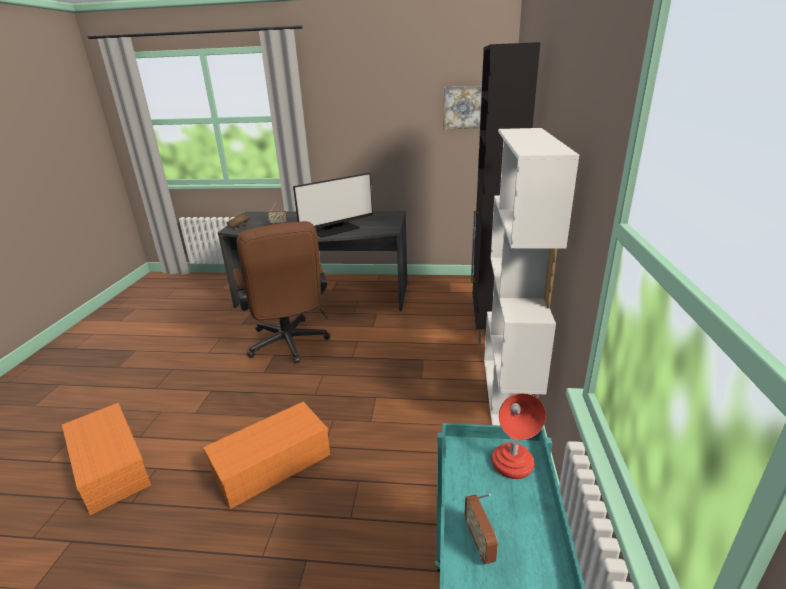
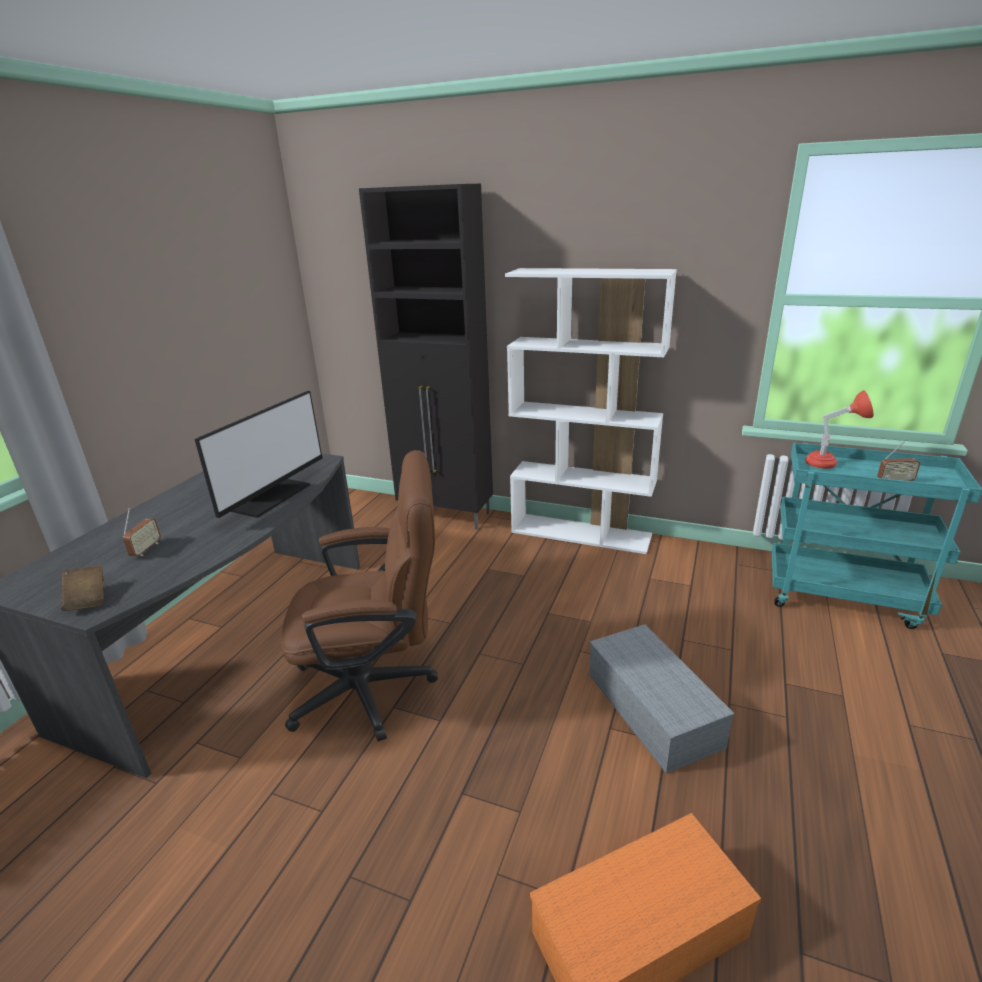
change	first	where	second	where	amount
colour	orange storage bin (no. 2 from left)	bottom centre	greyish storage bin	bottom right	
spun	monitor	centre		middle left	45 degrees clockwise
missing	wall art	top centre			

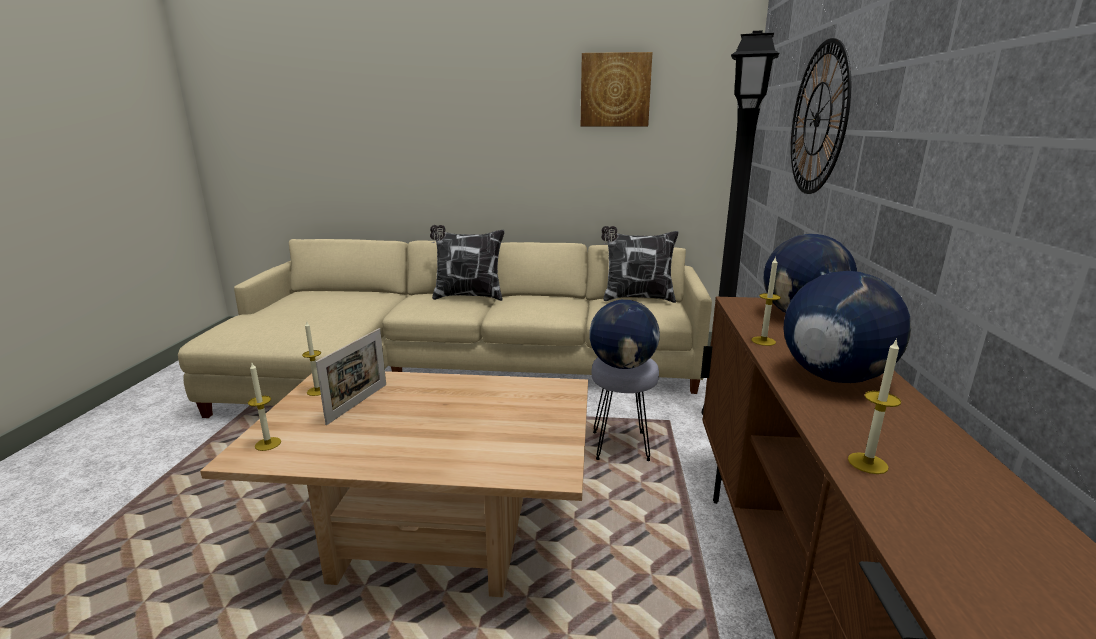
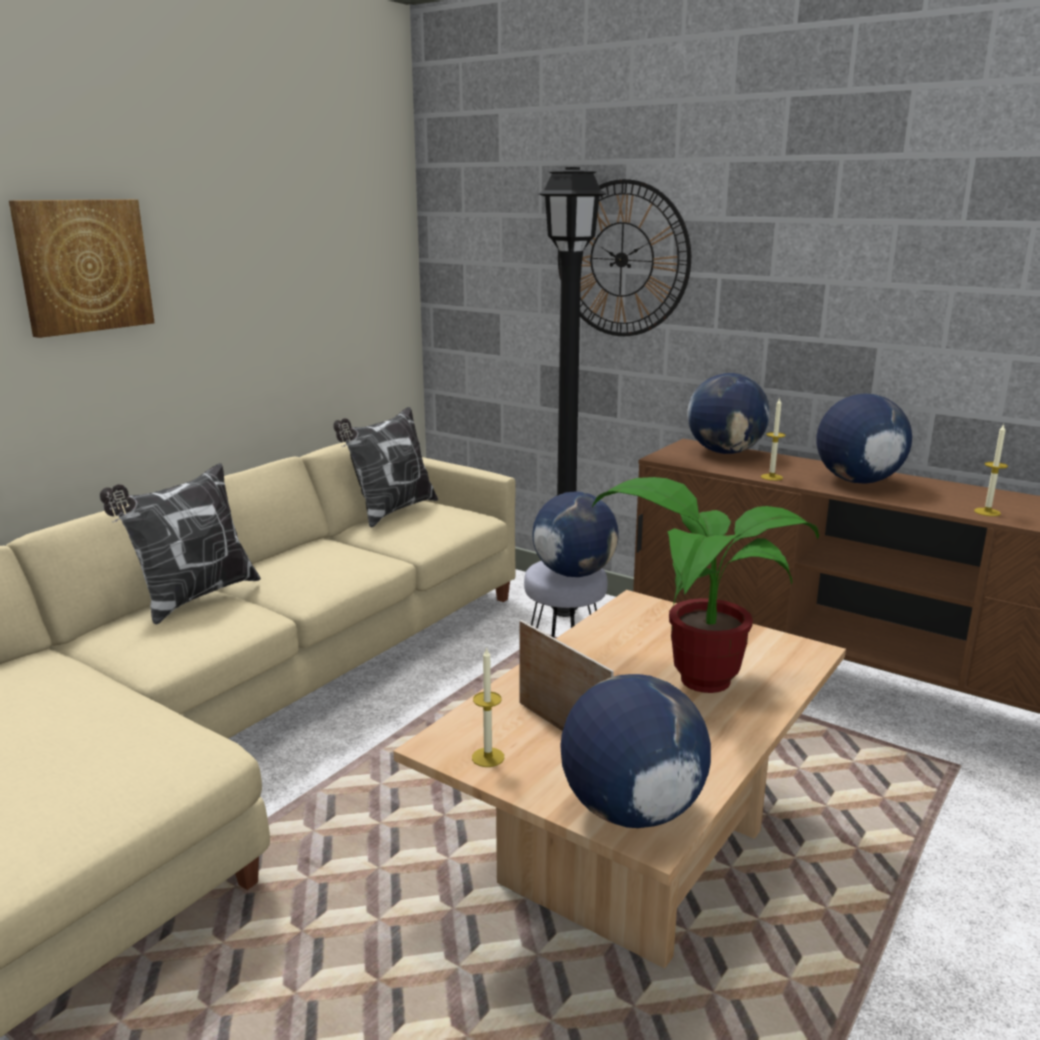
change	first	where	second	where	amount
exchanged	wax candle (no. 1 from left)	middle left	globe (no. 2 from left)	bottom centre	
relocated	wall art	top centre		top left	
appeared			potted plant	middle right	

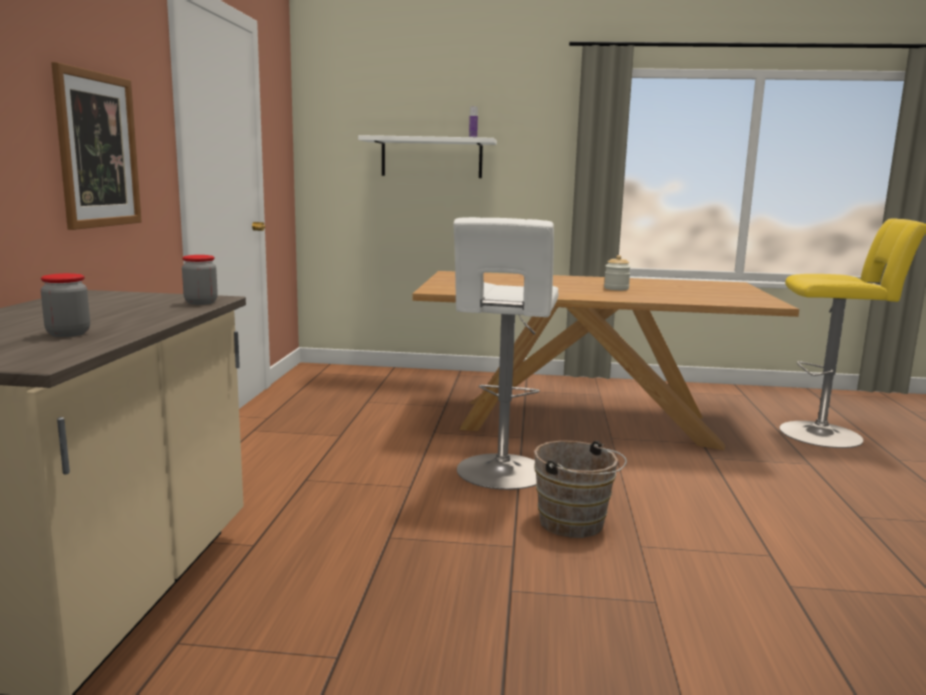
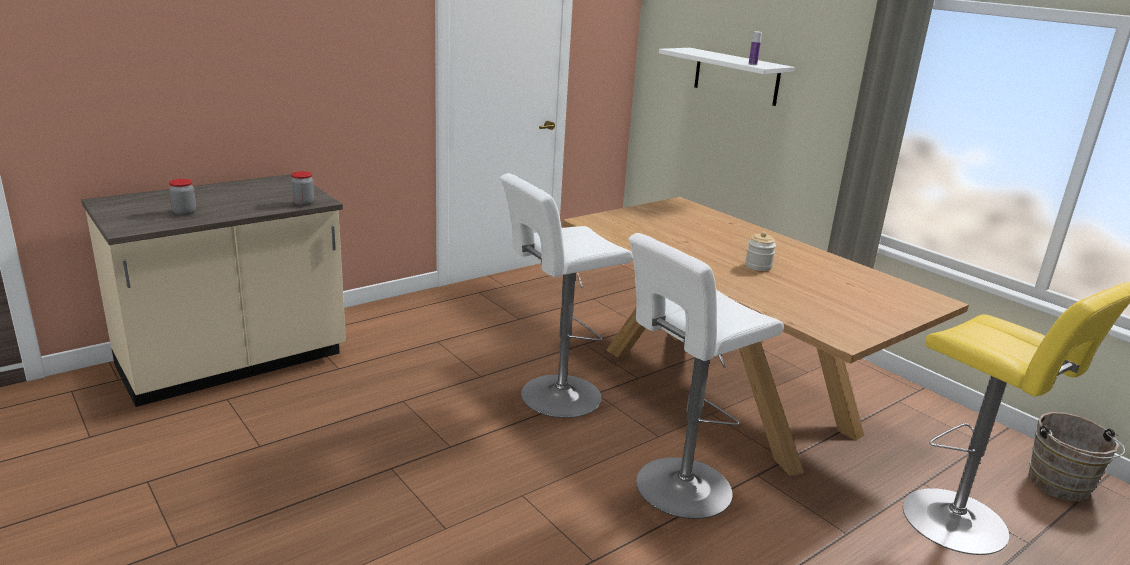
change	first	where	second	where	amount
missing	wall art	top left			
relocated	brown pail	bottom centre		bottom right	
appeared			white-coloured sitting stool (no. 2 from left)	centre	

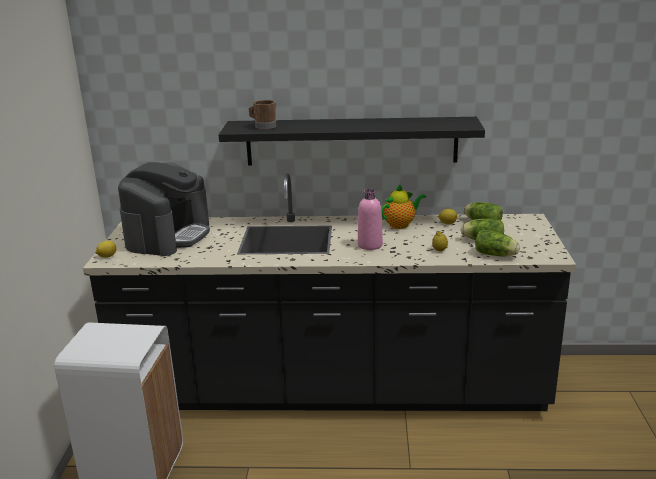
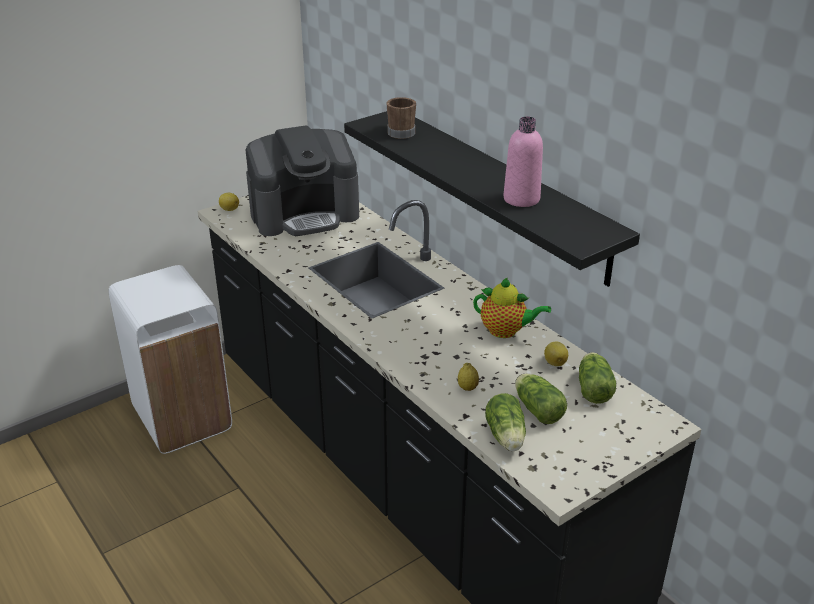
change	first	where	second	where	amount
relocated	pink bottle	centre		top centre	

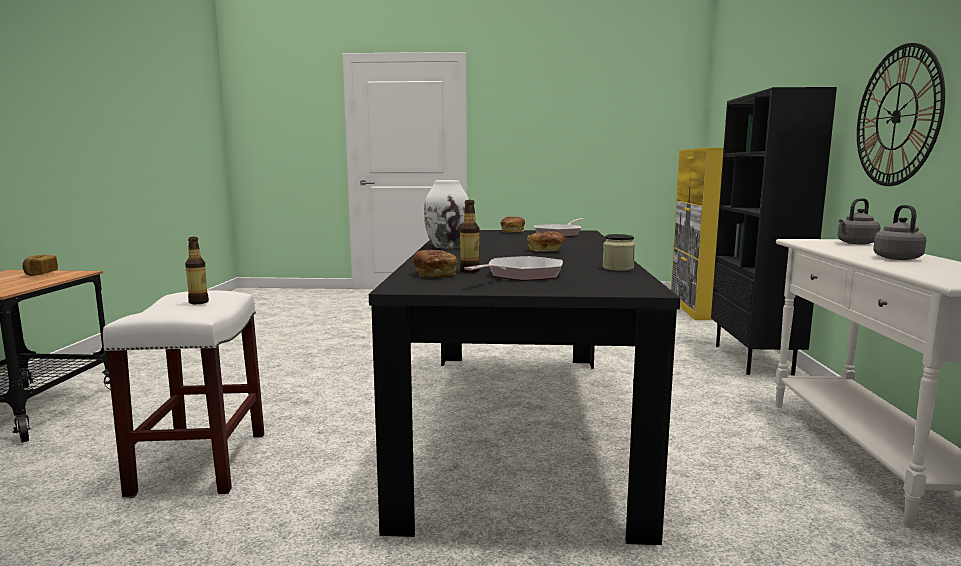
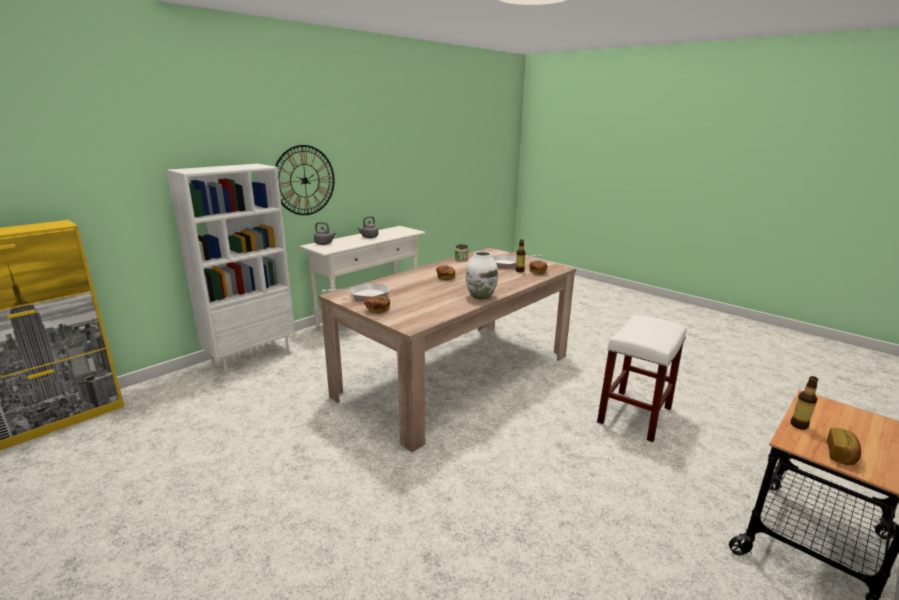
change	first	where	second	where	amount
relocated	bottle (no. 1 from left in the first image)	middle left	bottle (no. 2 from left)	bottom right	
colour	black kitchen table	bottom centre	beige kitchen table	centre	
colour	black shelving unit	middle right	white-coloured shelving unit	middle left	

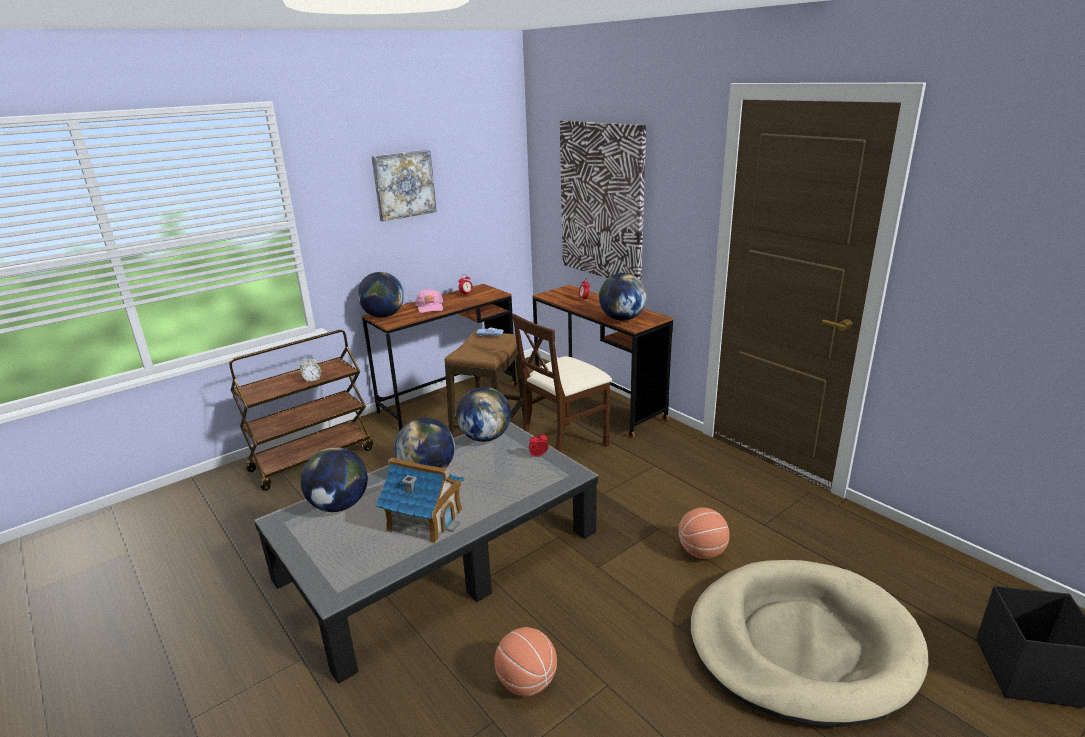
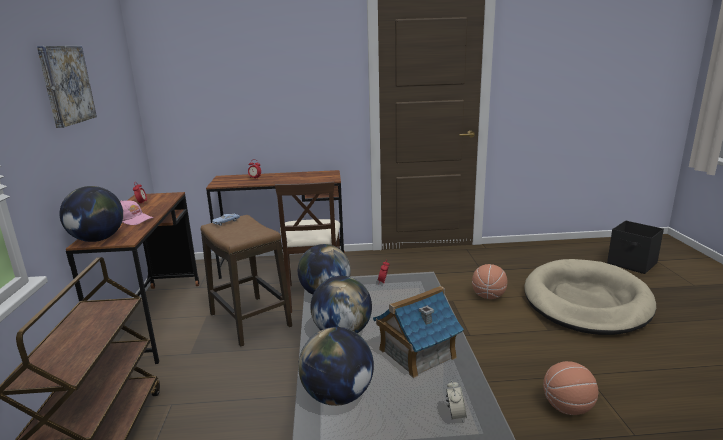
change	first	where	second	where	amount
relocated	alarm clock (no. 1 from left in the first image)	middle left	alarm clock (no. 4 from left)	bottom centre	
missing	wall art (no. 2 from left)	top centre			
missing	globe (no. 5 from left)	centre			

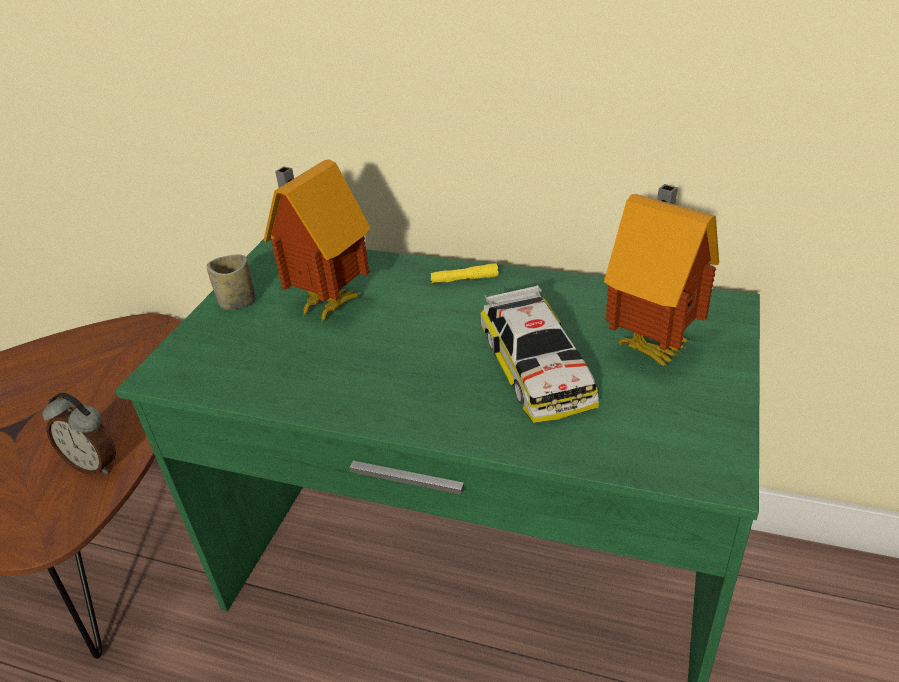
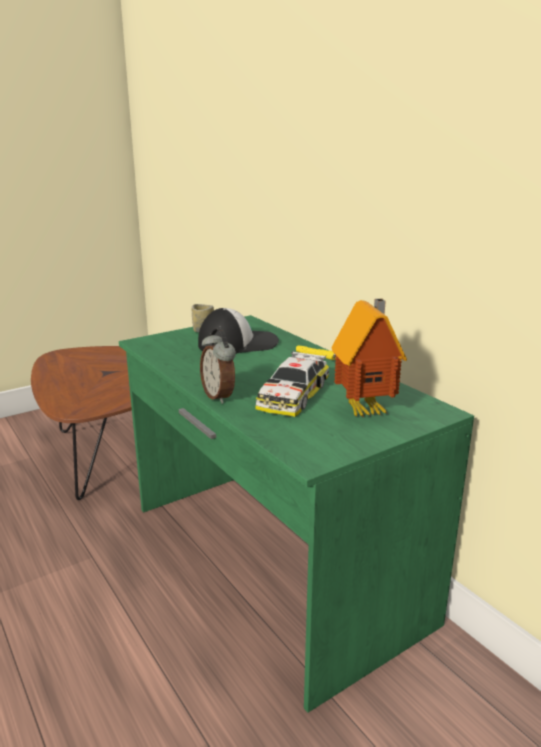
change	first	where	second	where	amount
relocated	alarm clock	middle left		centre	
exchanged	model house (no. 1 from left)	centre	peaked cap	centre	

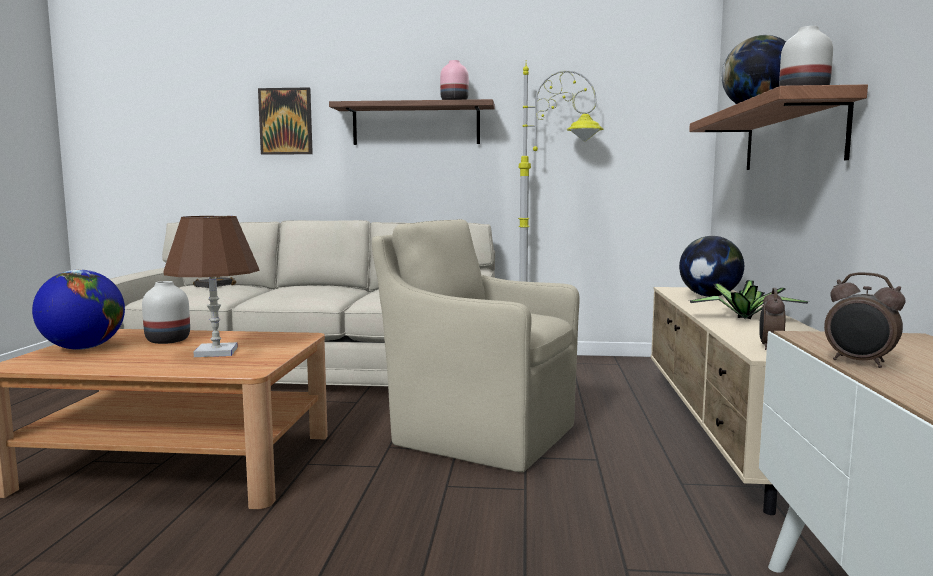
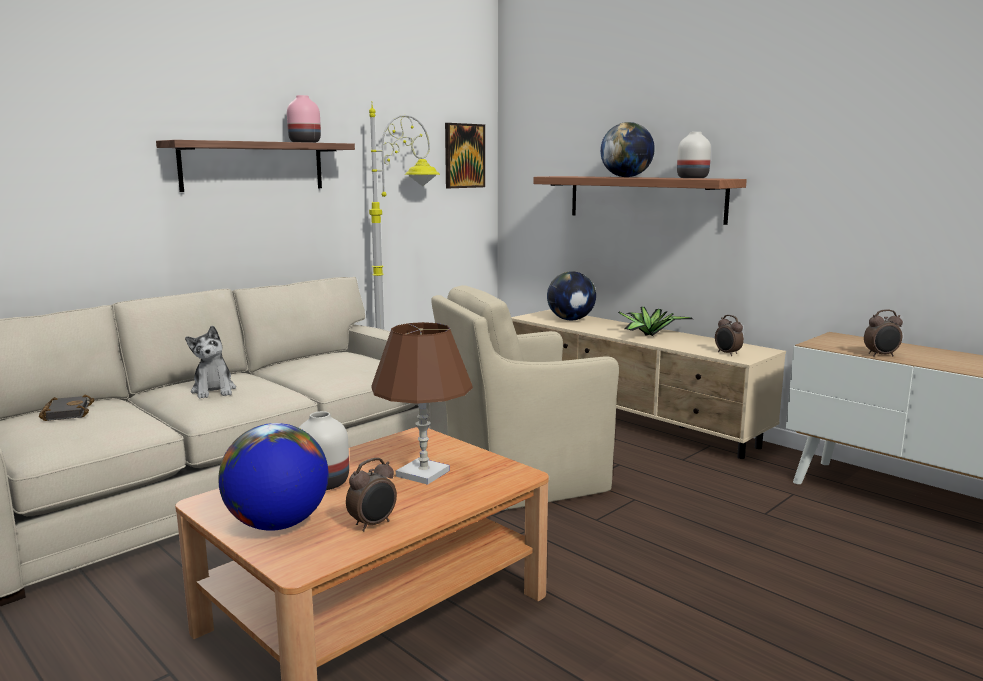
change	first	where	second	where	amount
relocated	wall art	top left		top centre	
appeared			cuddly toy	middle left	
appeared			alarm clock (no. 1 from left)	bottom centre	

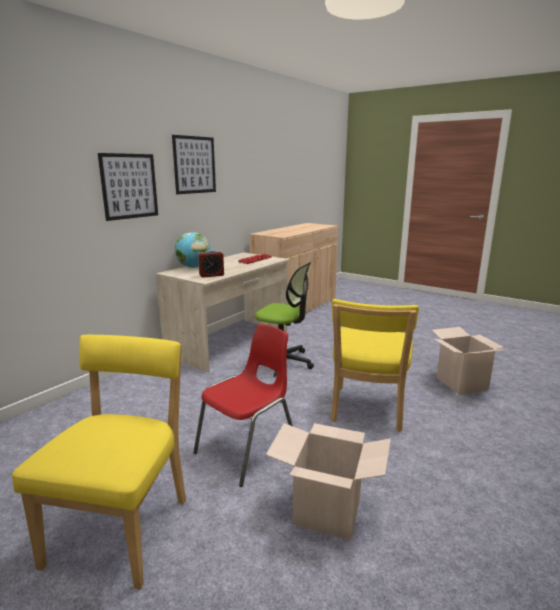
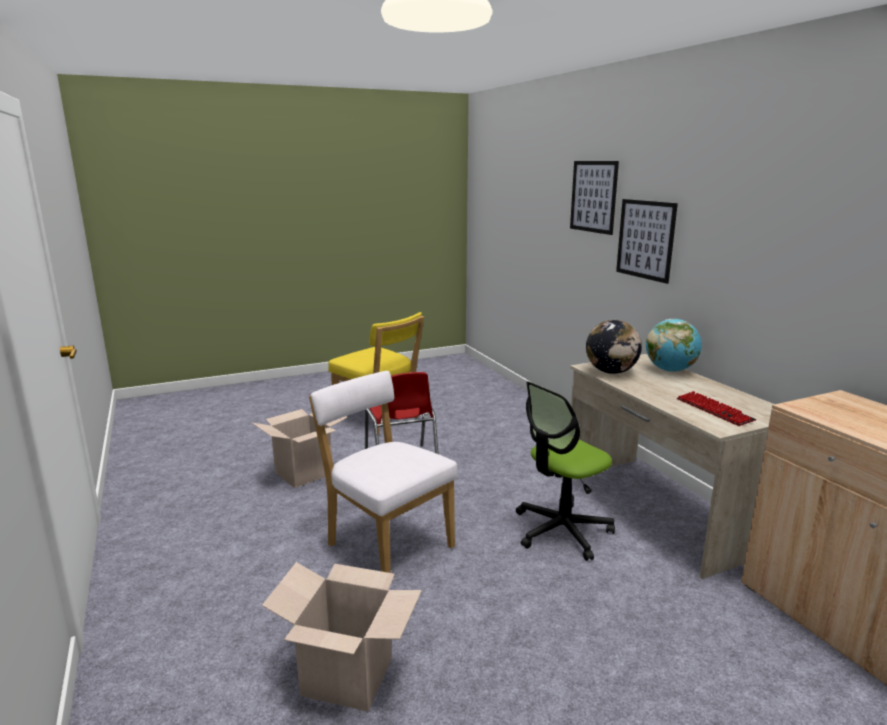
change	first	where	second	where	amount
relocated	wall art (no. 2 from left in the first image)	top centre	wall art (no. 1 from left)	top right	
exchanged	alarm clock	centre	globe (no. 1 from left)	middle right	
colour	yellow-coloured plain chair (no. 2 from left)	middle right	white-coloured plain chair	centre	

